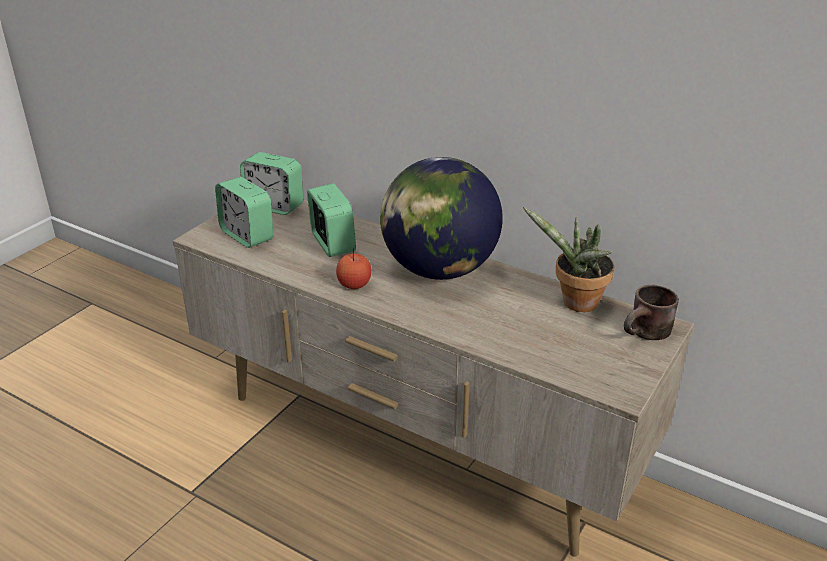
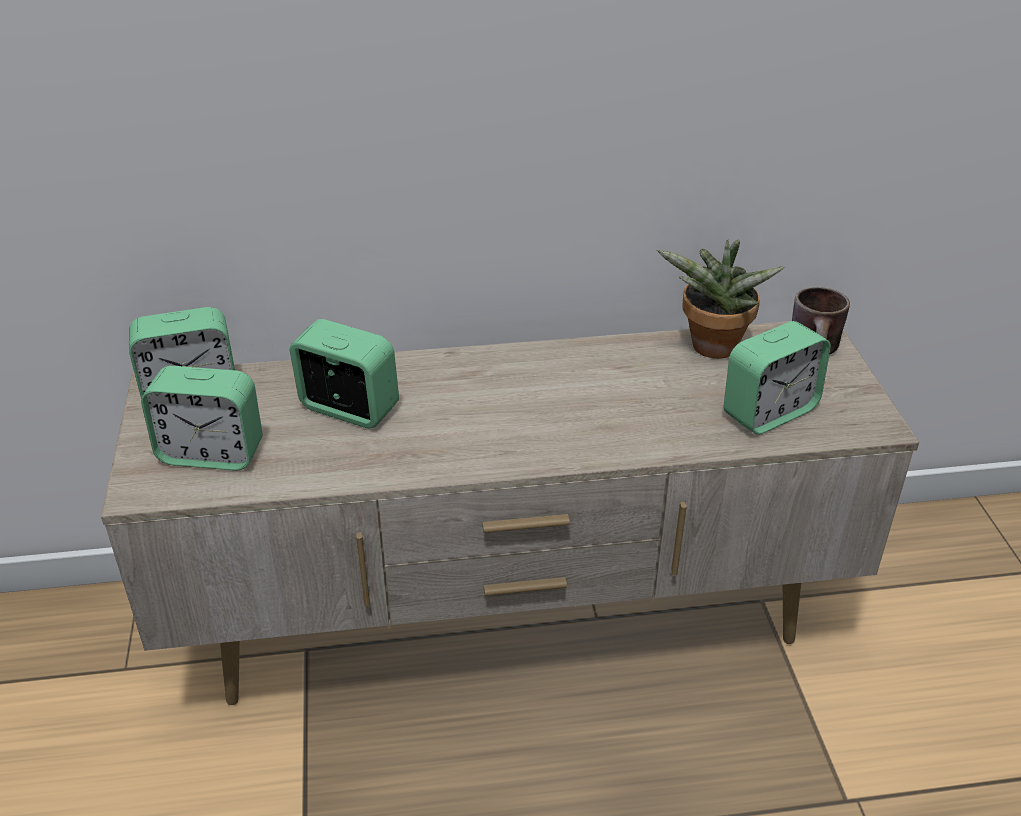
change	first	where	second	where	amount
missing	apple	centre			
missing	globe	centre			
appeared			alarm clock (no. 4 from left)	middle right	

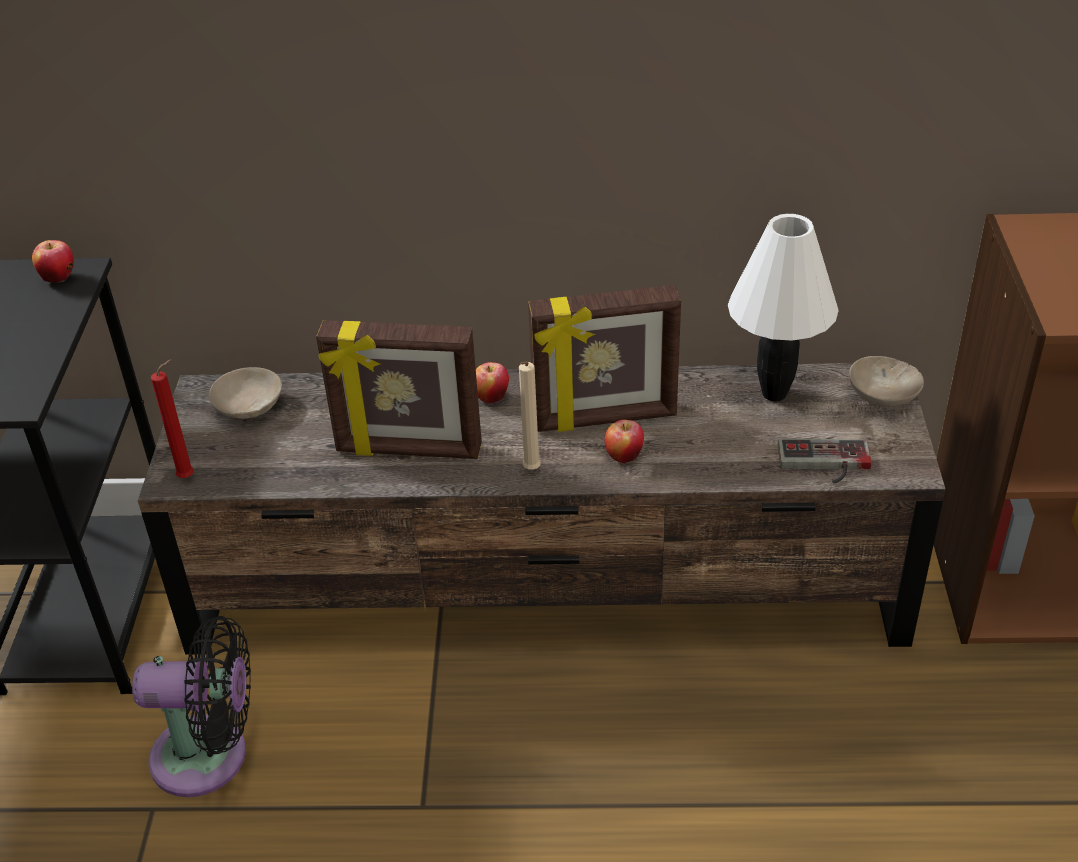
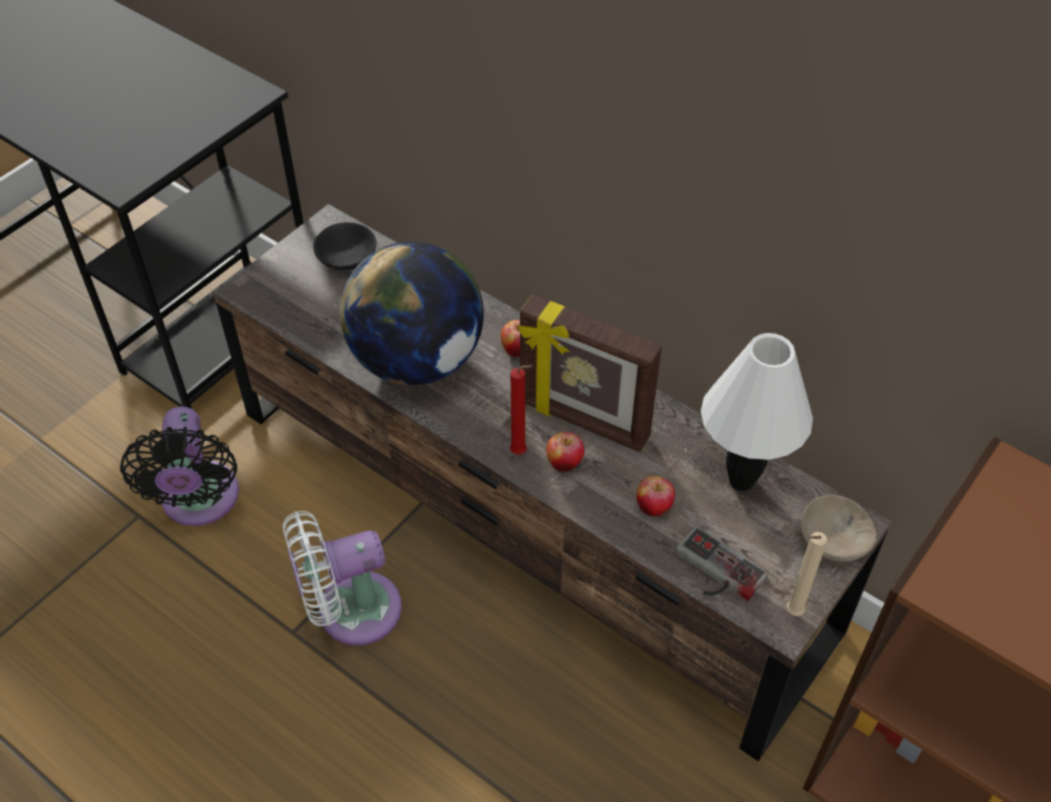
change	first	where	second	where	amount
relocated	apple (no. 1 from left in the first image)	top left	apple (no. 3 from left)	centre	
spun	black electric fan	bottom left		middle left	45 degrees clockwise
relocated	red-coloured wax candle	middle left		centre	
colour	beige serving bowl (no. 1 from left)	middle left	black serving bowl	top left	
exchanged	photo frame (no. 1 from left)	centre	globe	centre	
relocated	beige wax candle	centre		bottom right	
appeared			white-coloured electric fan	bottom left	

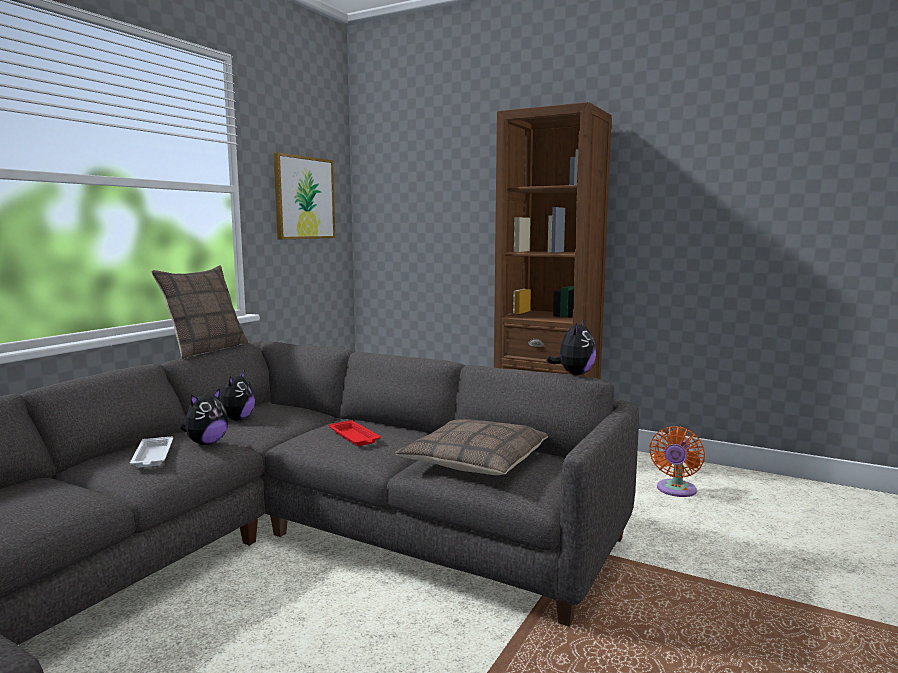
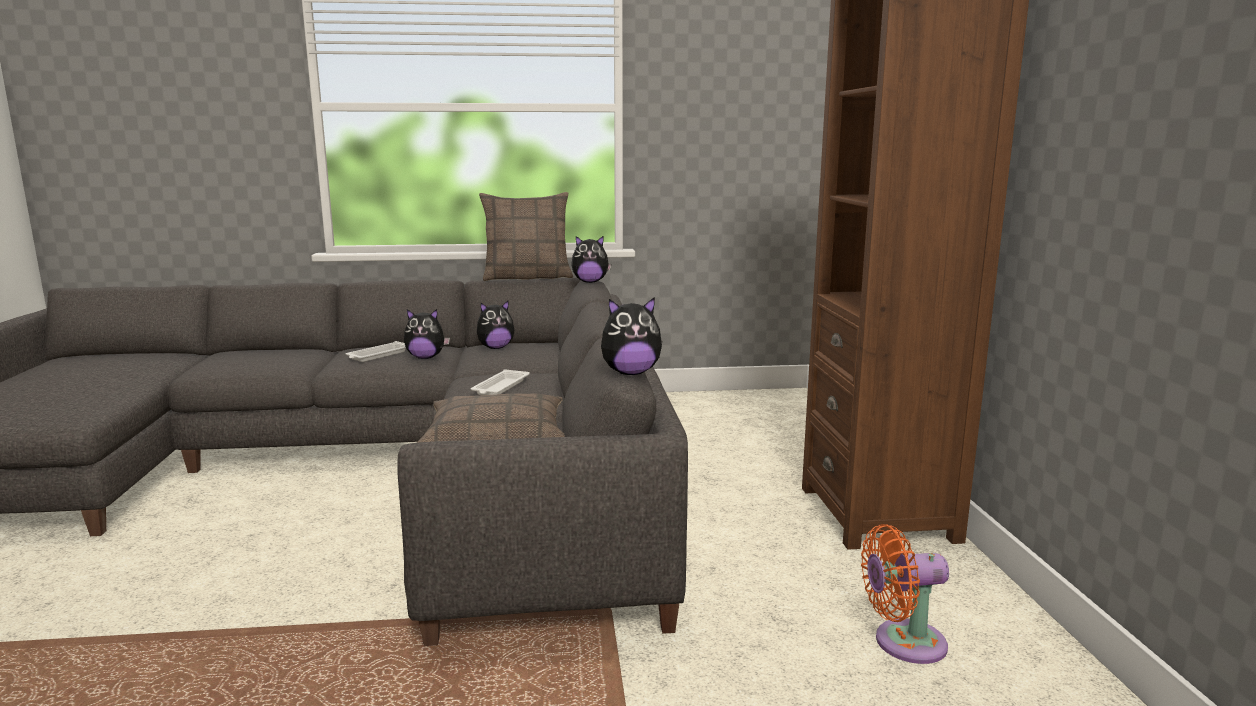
change	first	where	second	where	amount
missing	wall art	top centre			
colour	red-coloured serving tray	centre	white-coloured serving tray (no. 2 from left)	centre	
appeared			cuddly toy (no. 3 from left)	centre	

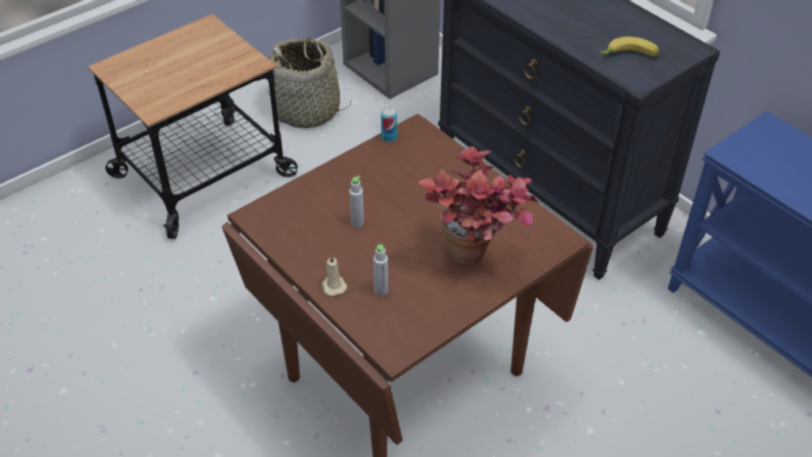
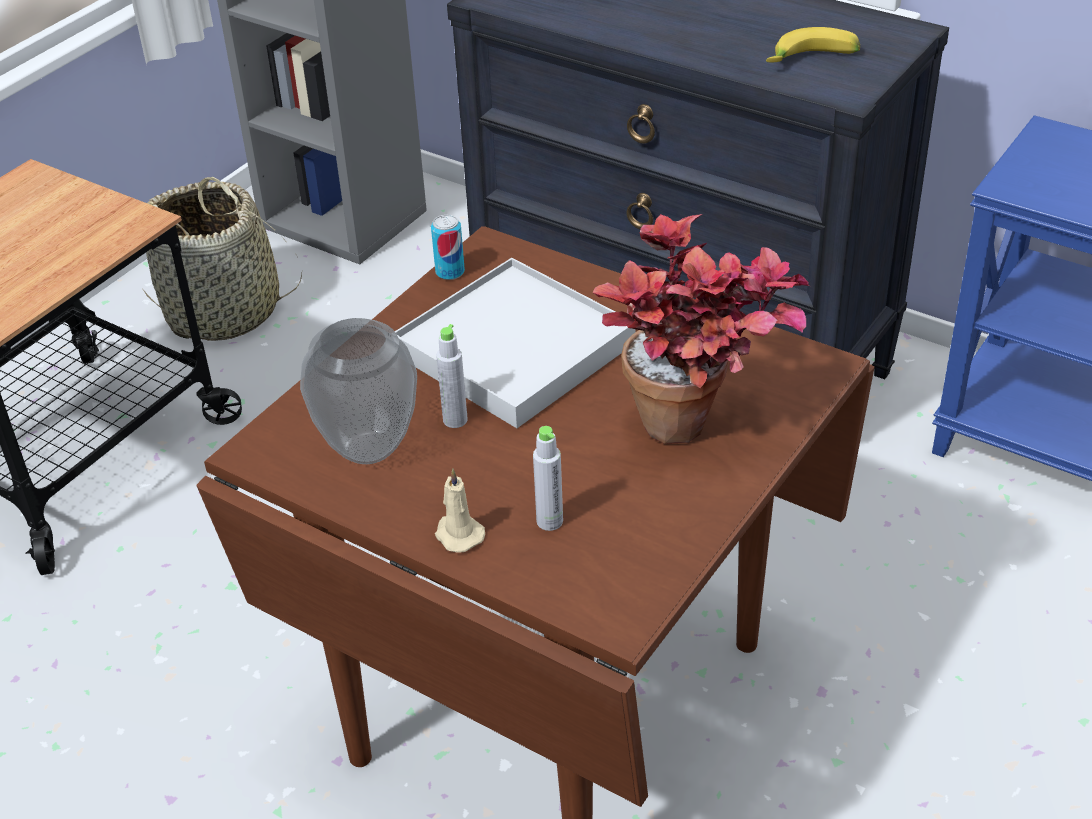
change	first	where	second	where	amount
appeared			vase	middle left	
appeared			white-coloured serving tray	centre	

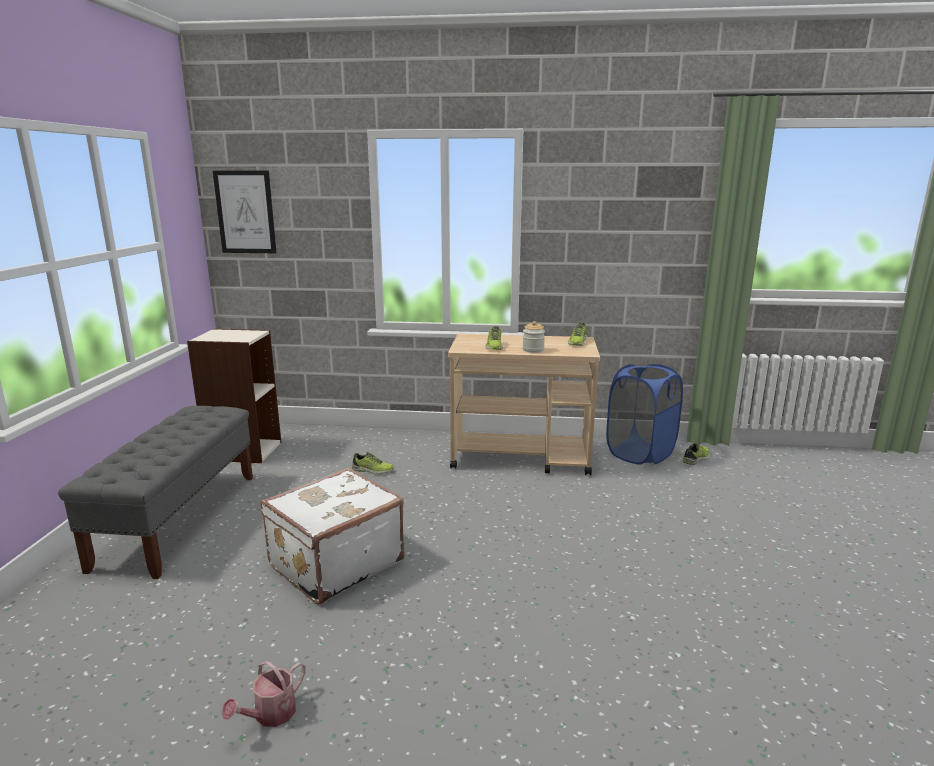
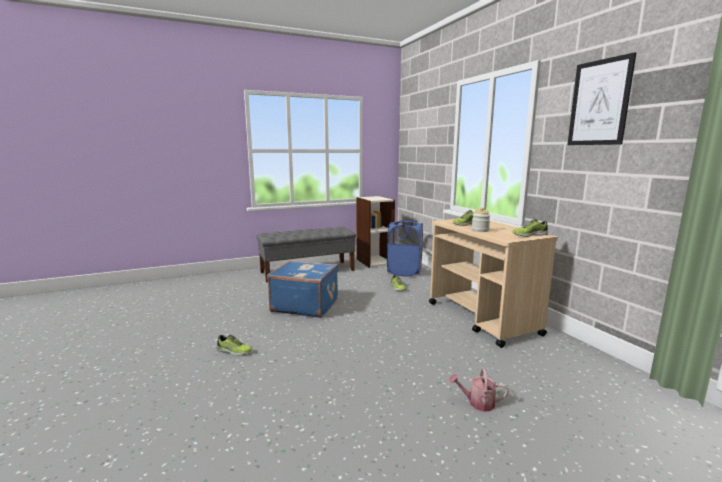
change	first	where	second	where	amount
relocated	wall art	top left		top right	
relocated	watering can	bottom left		bottom centre	
colour	white-coloured travel case	bottom centre	blue-coloured travel case	centre	
relocated	blue-coloured hamper	middle right		centre	
relocated	shoe (no. 4 from left in the first image)	middle right	shoe (no. 1 from left)	bottom left	

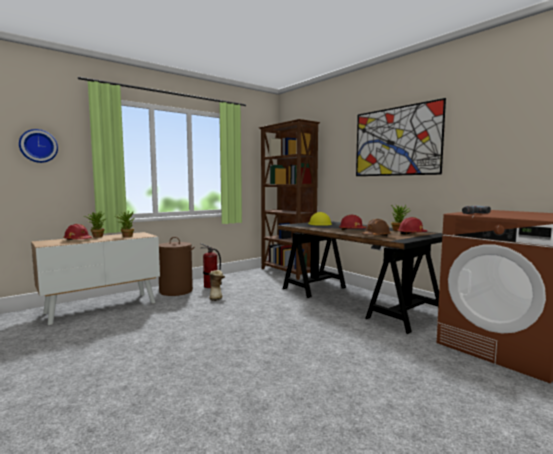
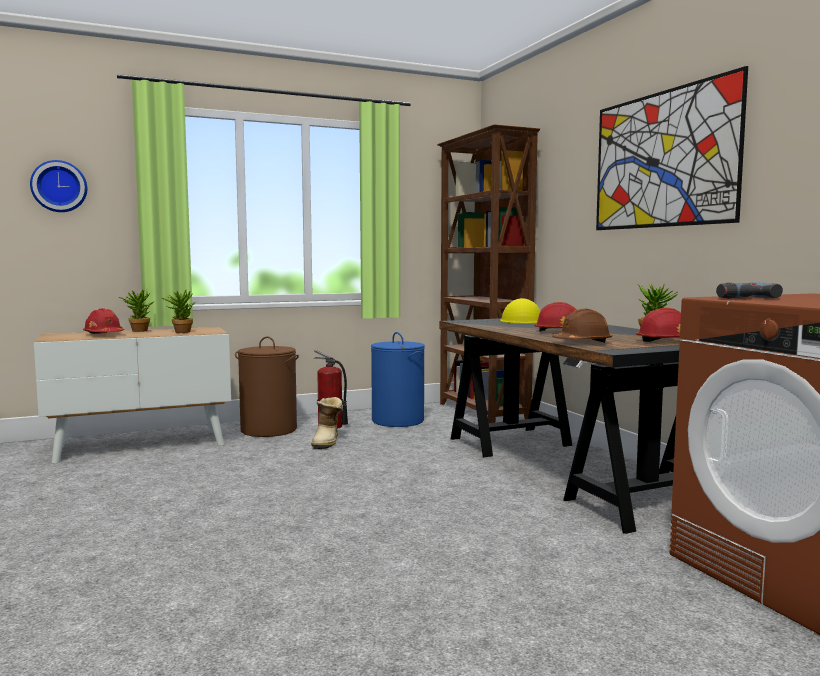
change	first	where	second	where	amount
appeared			blue-coloured hamper	centre	

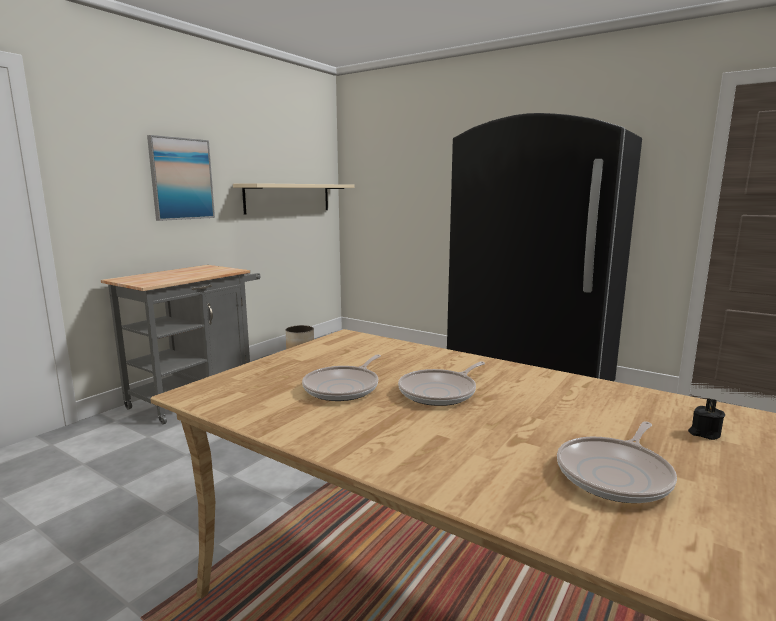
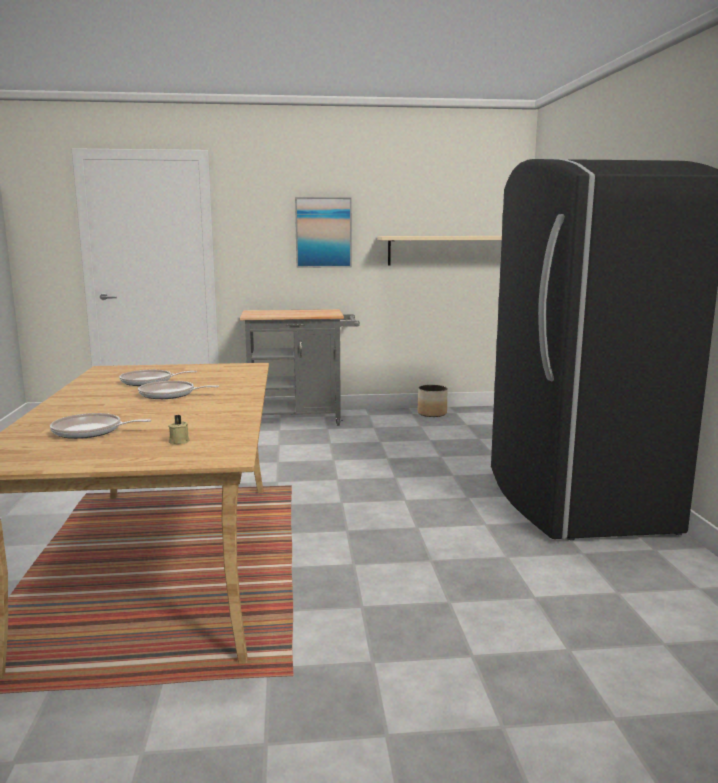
change	first	where	second	where	amount
colour	black wax candle	bottom right	beige wax candle	middle left	

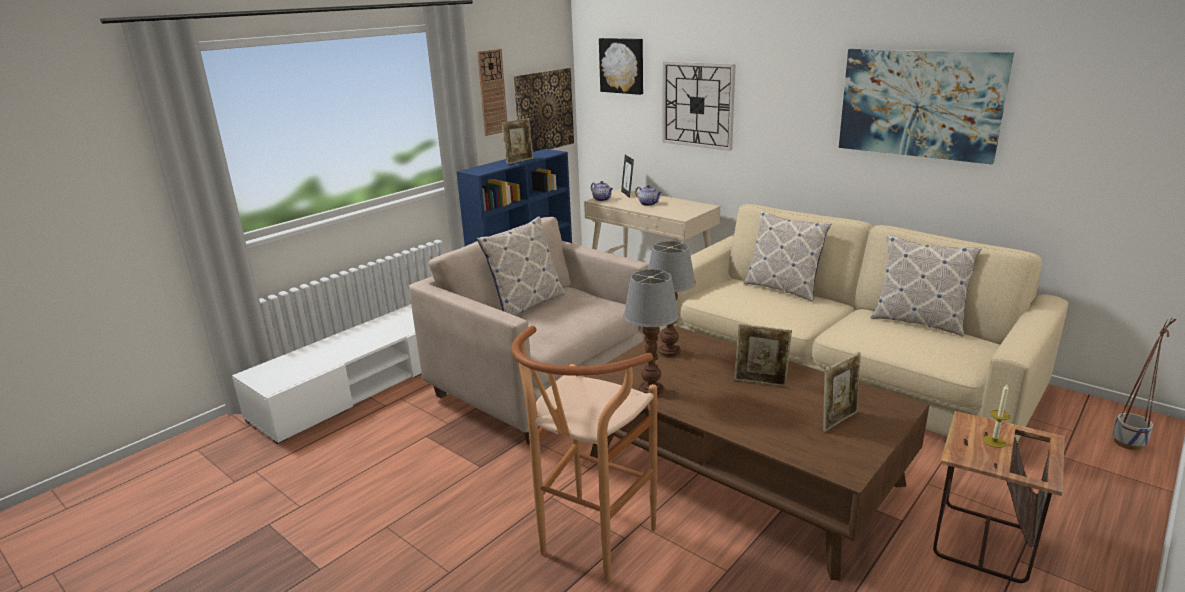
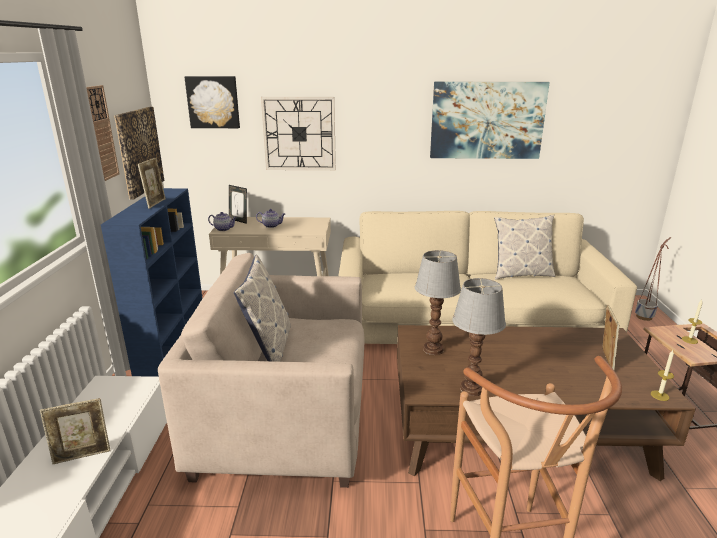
change	first	where	second	where	amount
relocated	photo frame (no. 3 from left in the first image)	centre	photo frame (no. 1 from left)	bottom left	
missing	throw pillow (no. 2 from left)	centre			
appeared			wax candle (no. 1 from left)	bottom right	

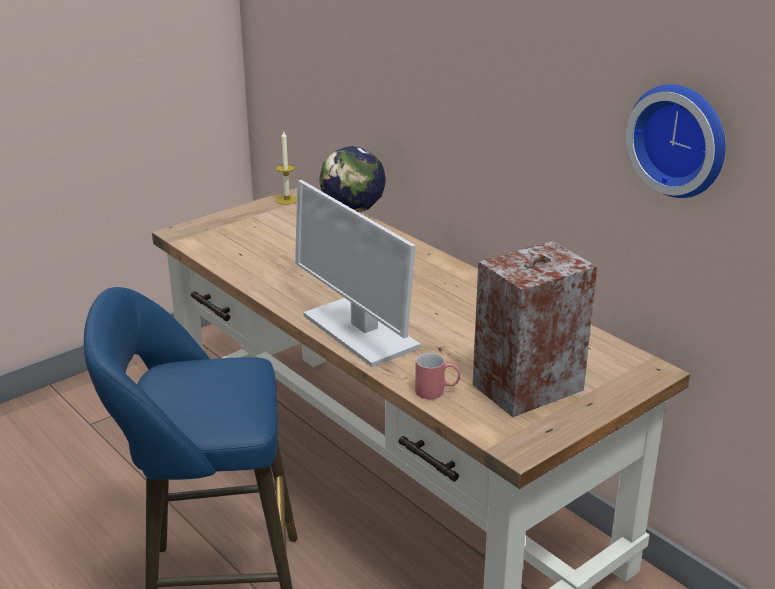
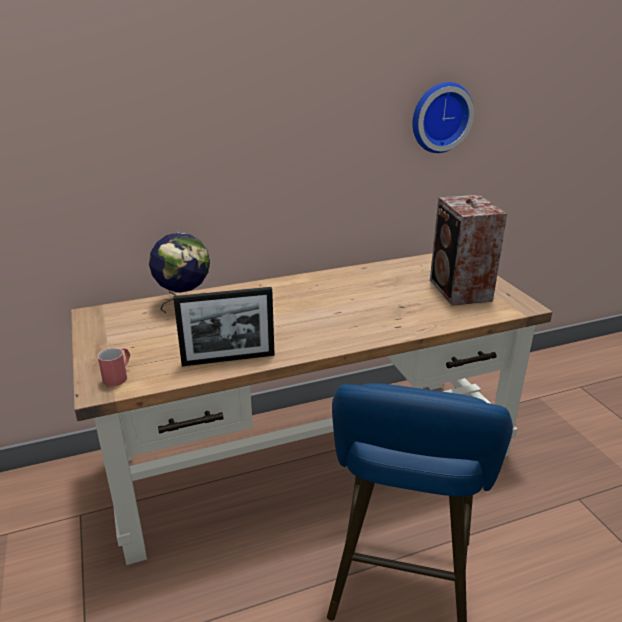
change	first	where	second	where	amount
missing	wax candle	top centre			
missing	monitor	centre			
relocated	red-coloured mug	centre		middle left	
appeared			photo frame	centre	

